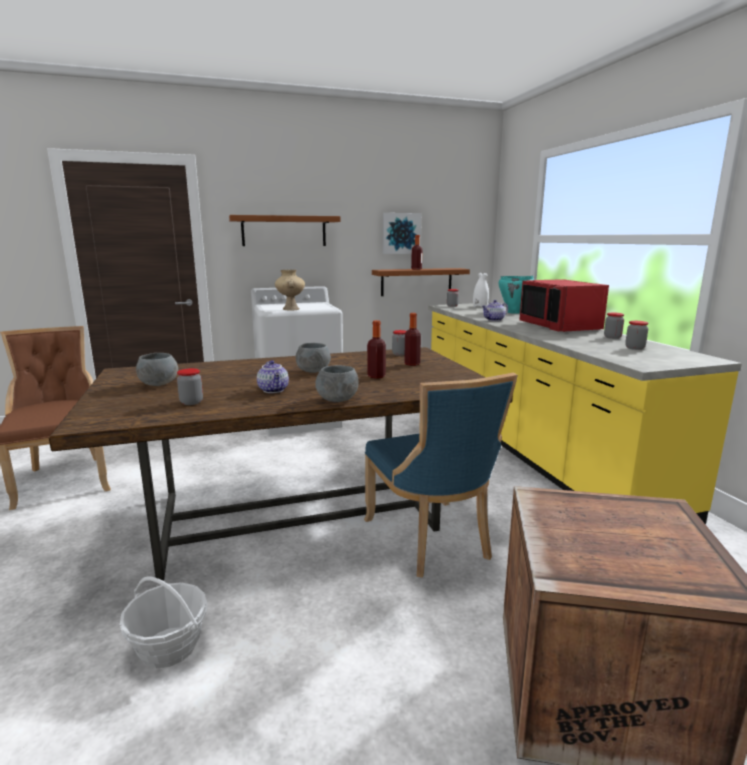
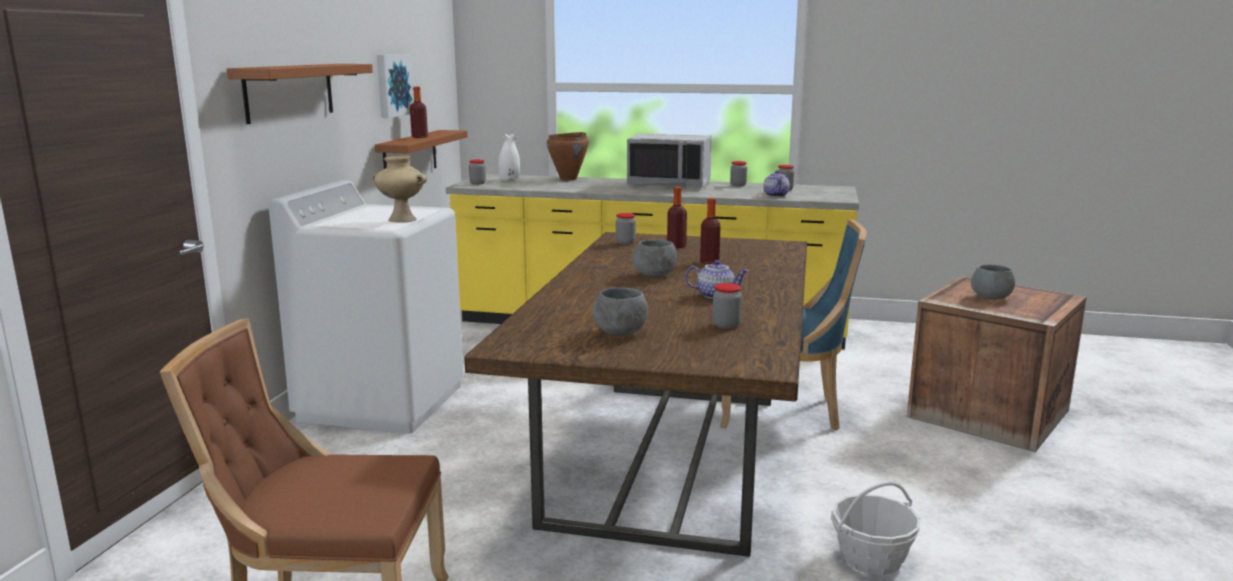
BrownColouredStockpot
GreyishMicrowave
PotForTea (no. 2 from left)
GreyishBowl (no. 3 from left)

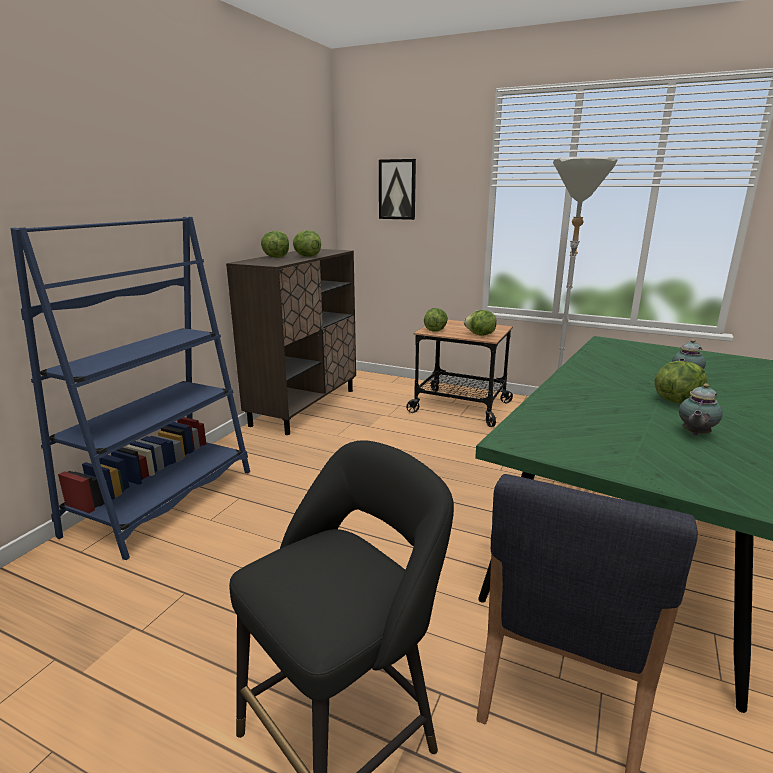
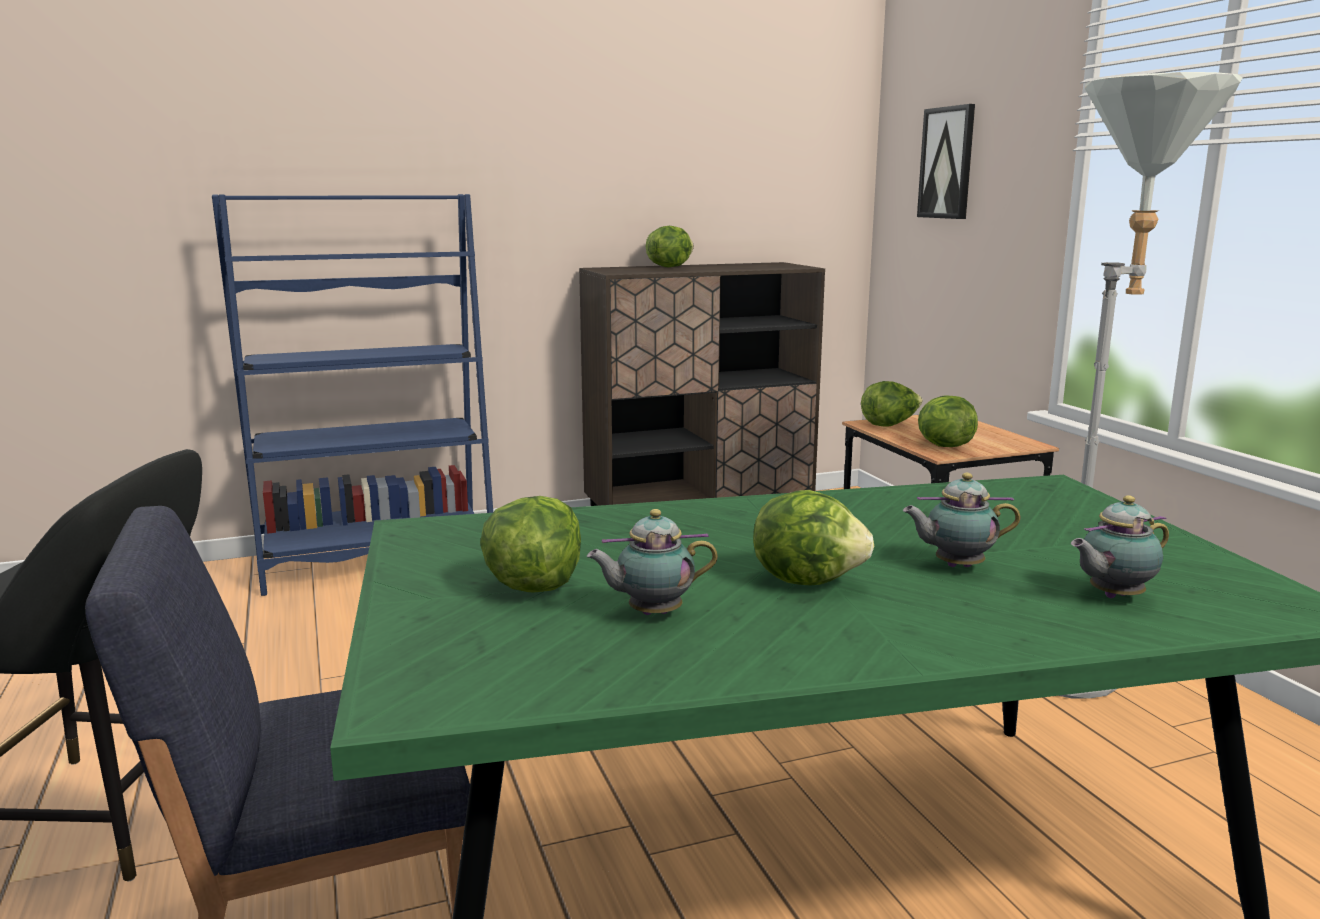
LettuceHead (no. 1 from left)
PotForTea (no. 3 from left)

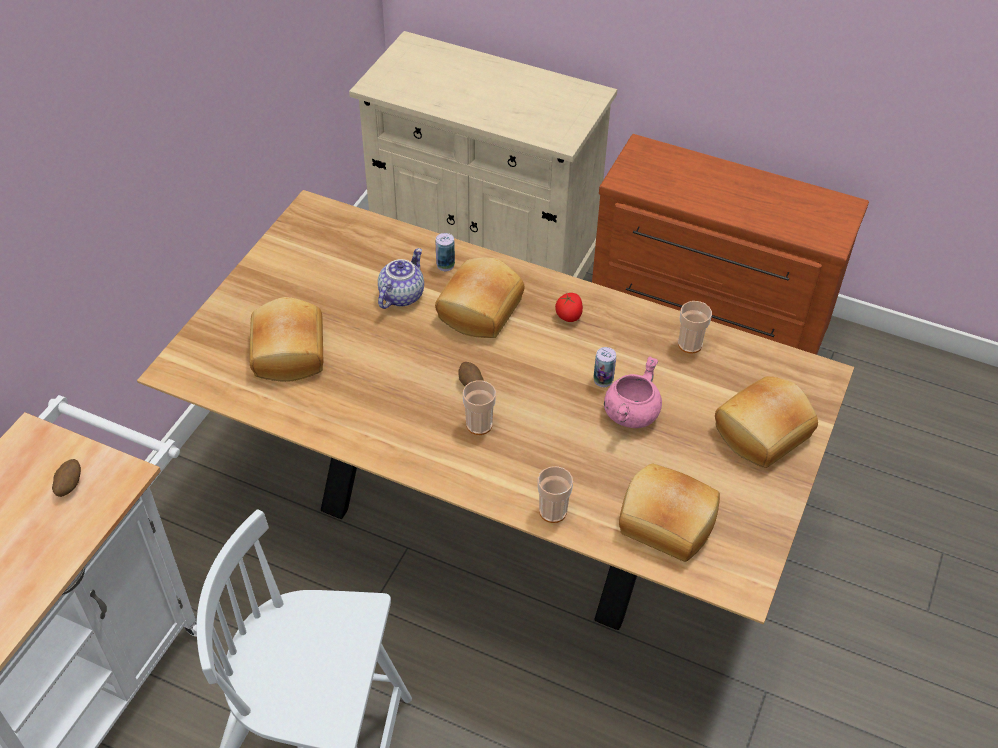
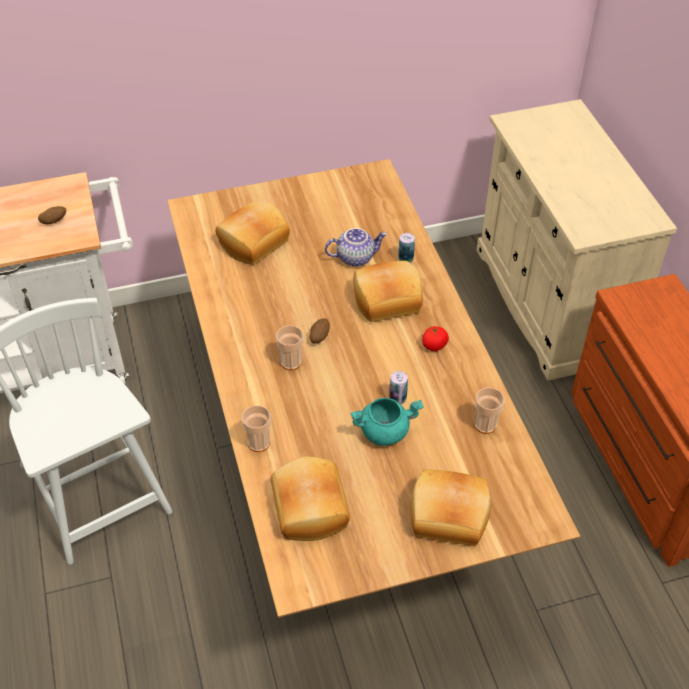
TurquoiseColouredStockpot

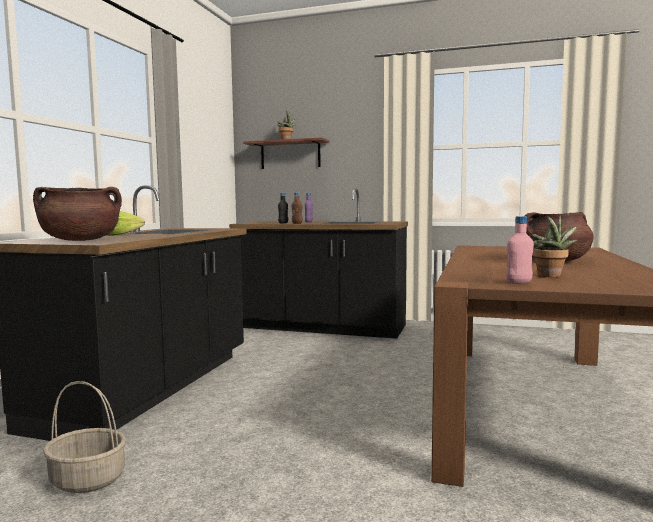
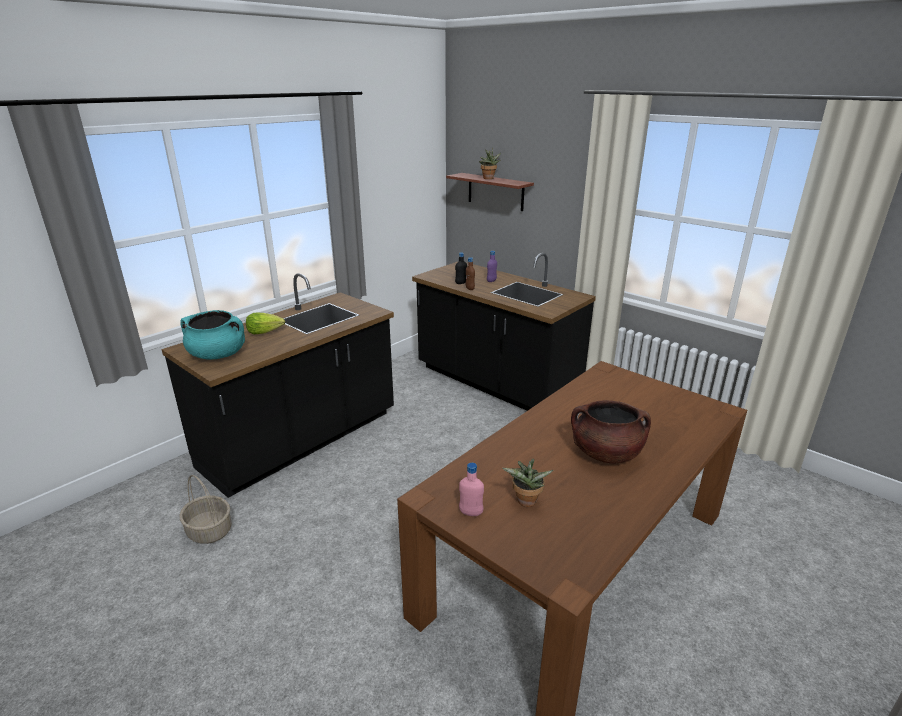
TurquoiseColouredStockpot

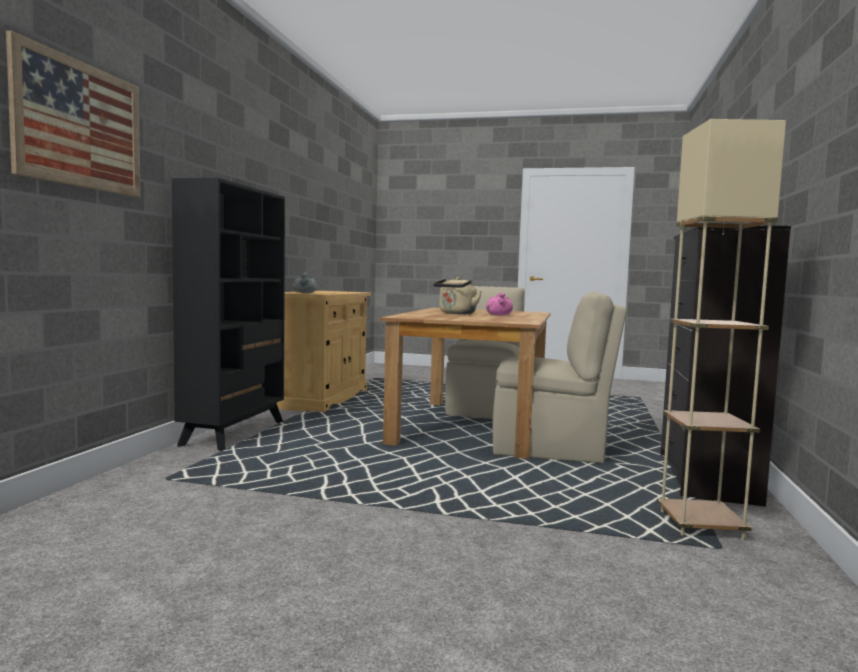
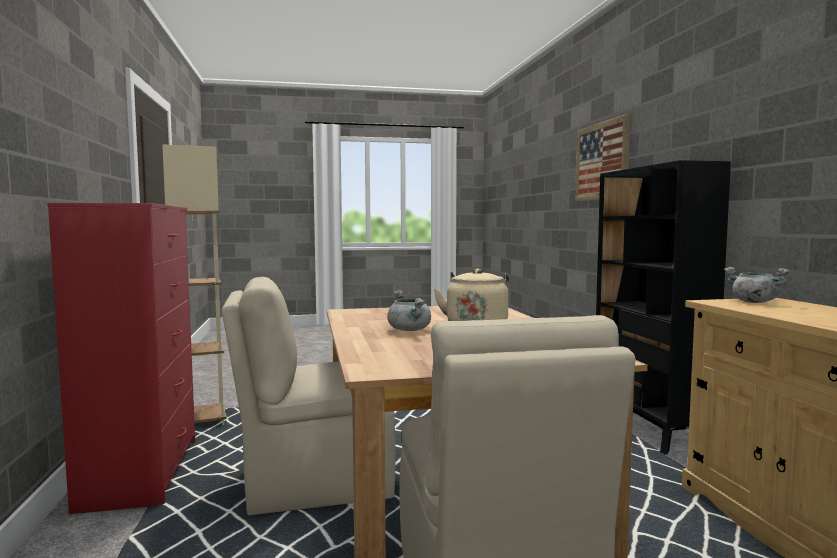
ReddishDrawerChest
GreyishStockpot (no. 1 from left)

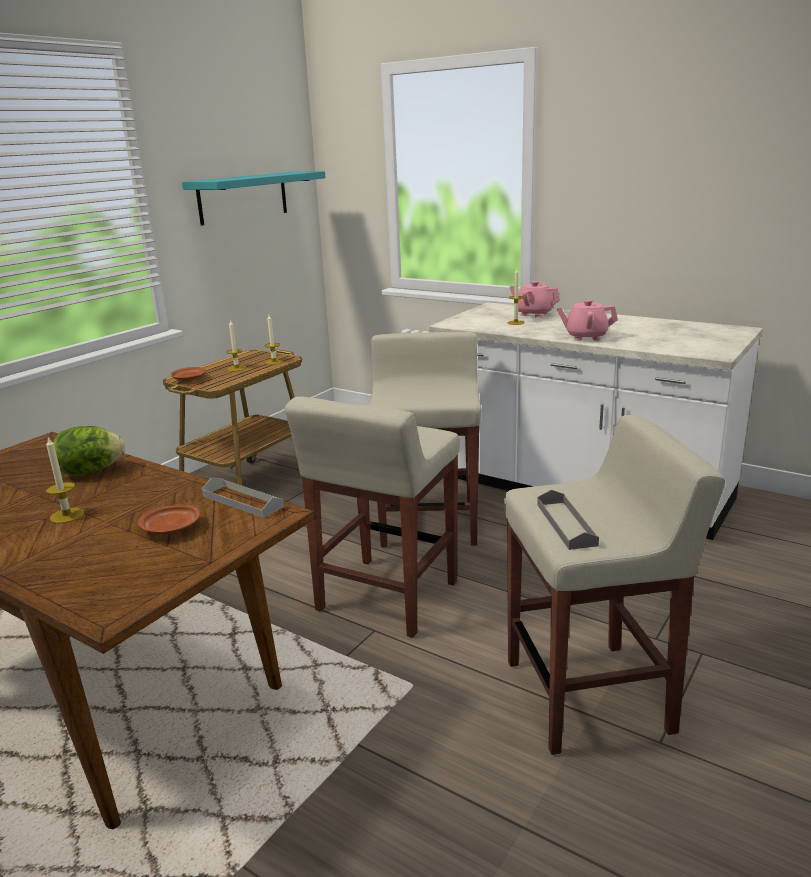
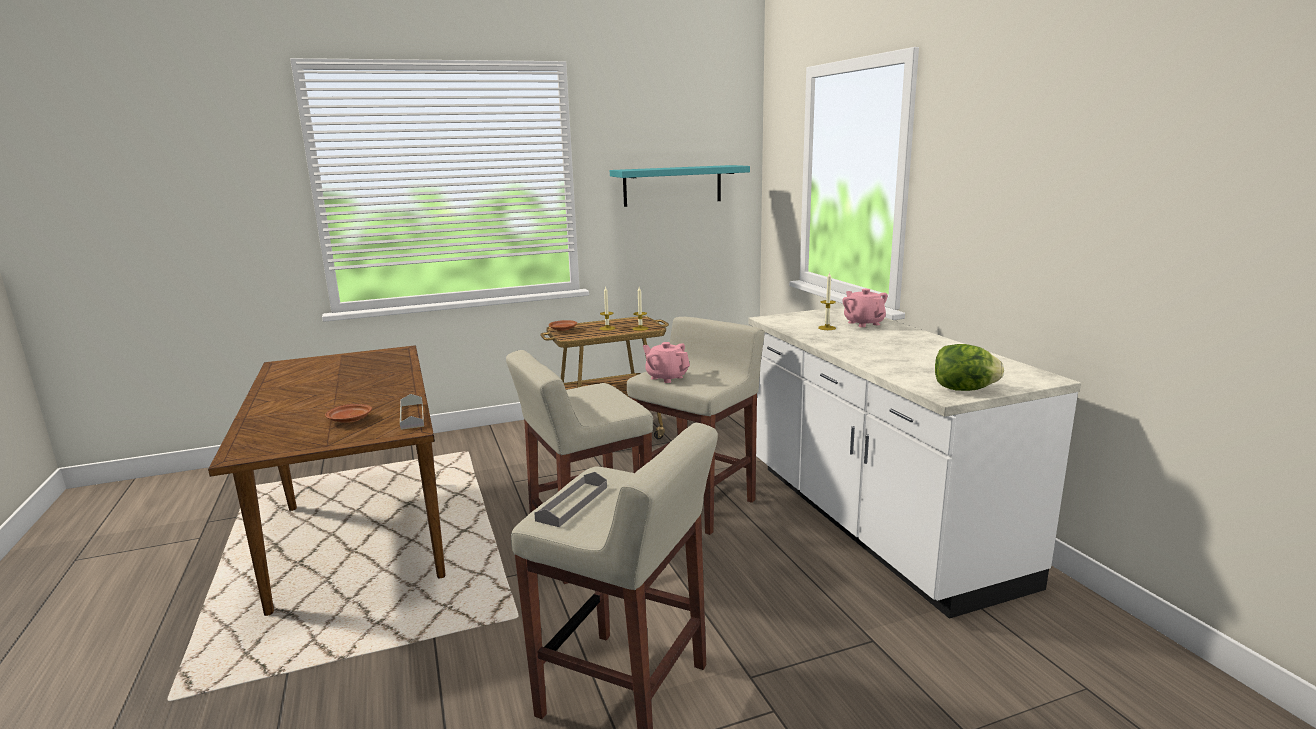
PinkPotForTea (no. 1 from left)
LettuceHead
WaxLight (no. 1 from left in the first image)

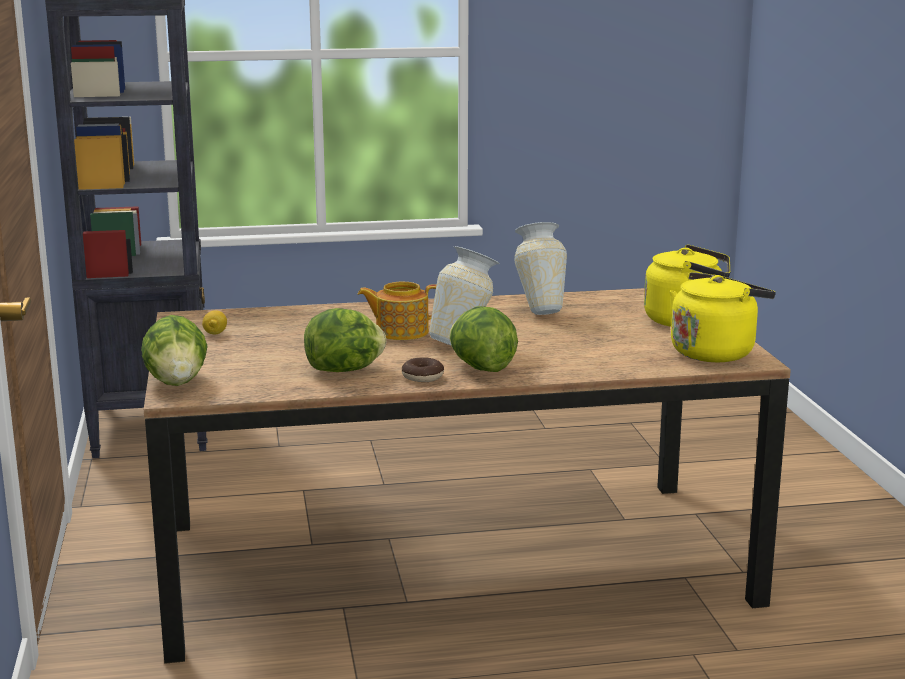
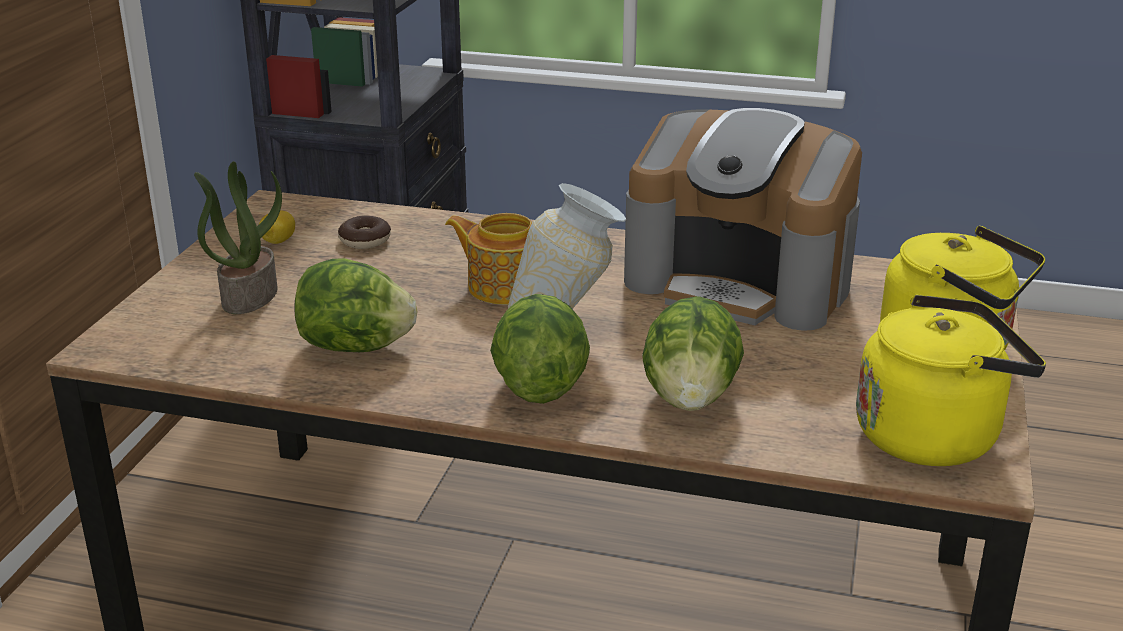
PottedPlant
Doughnut
CoffeeBrewer
LettuceHead (no. 3 from left)

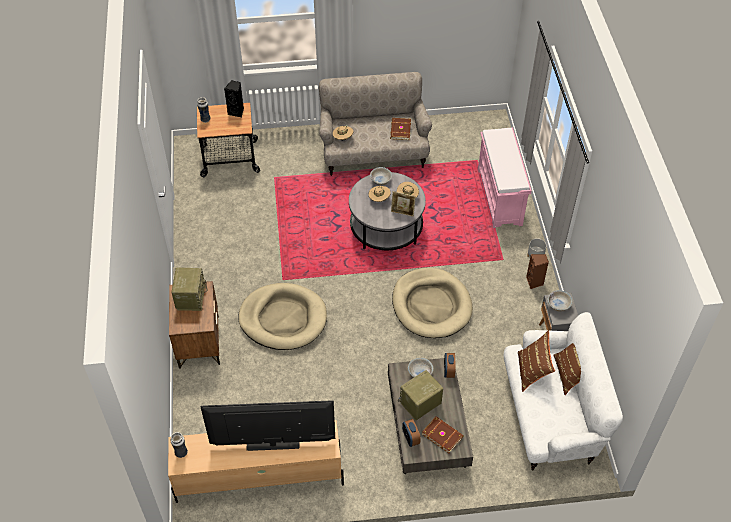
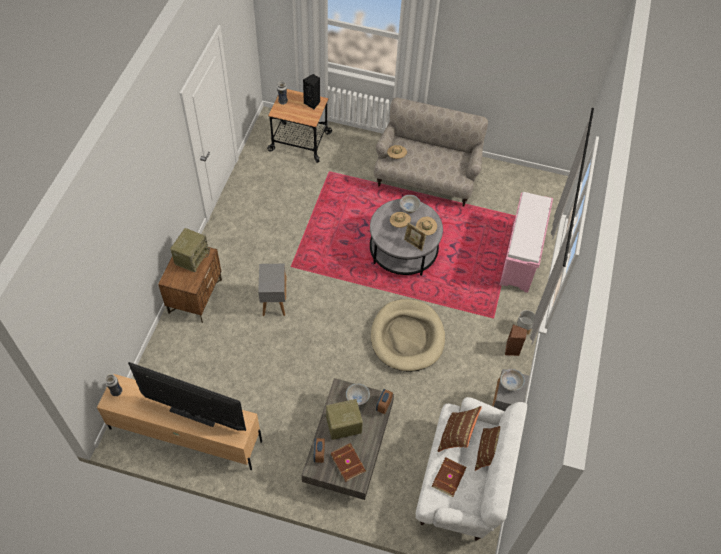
GreyishEndTable (no. 1 from left)
BrownColouredBoundBook (no. 2 from left)

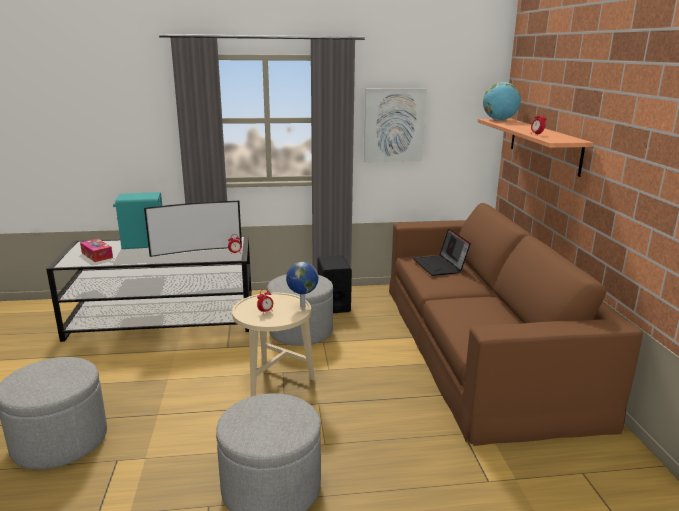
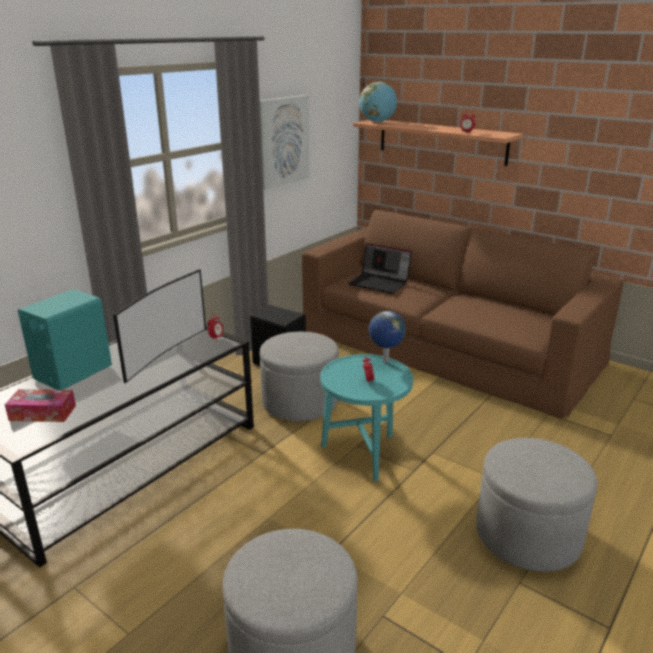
TurquoiseColouredEndTable

